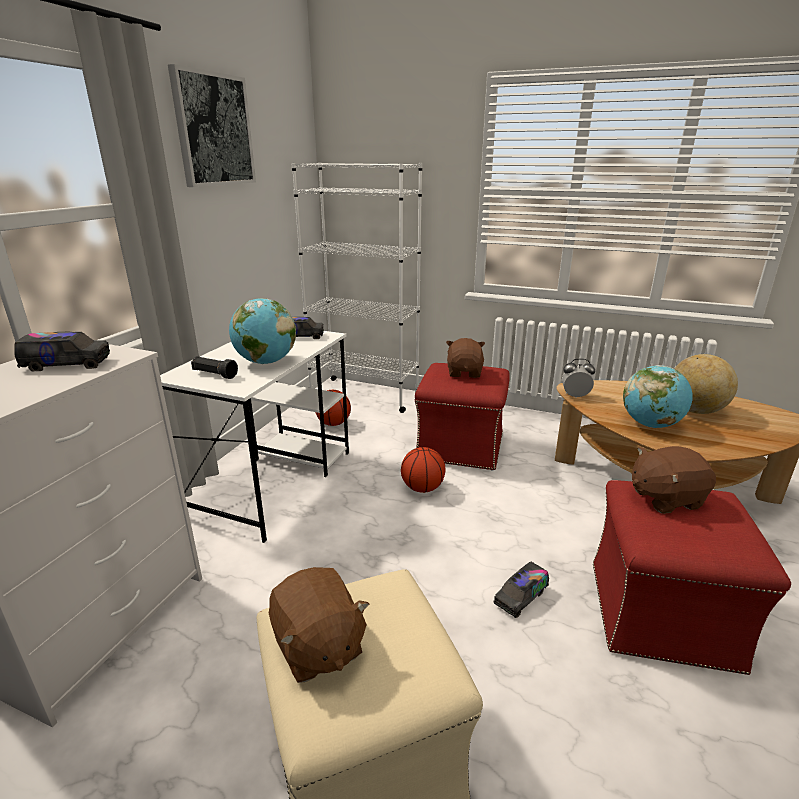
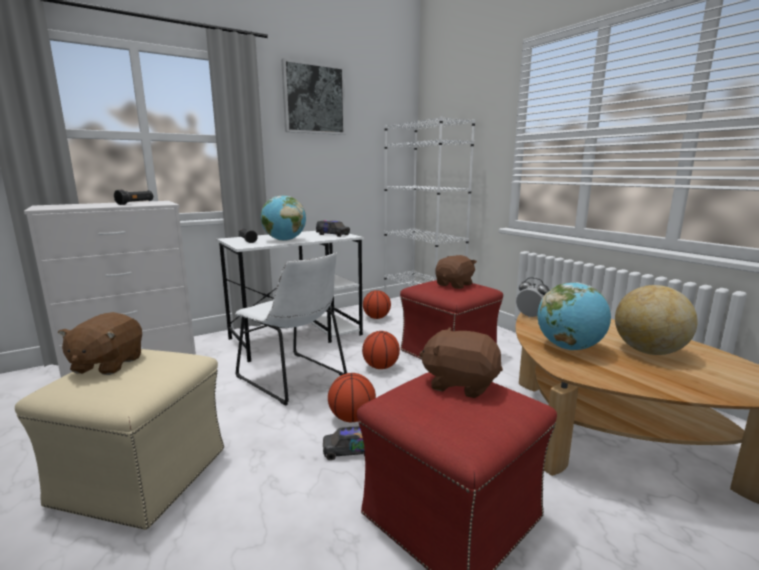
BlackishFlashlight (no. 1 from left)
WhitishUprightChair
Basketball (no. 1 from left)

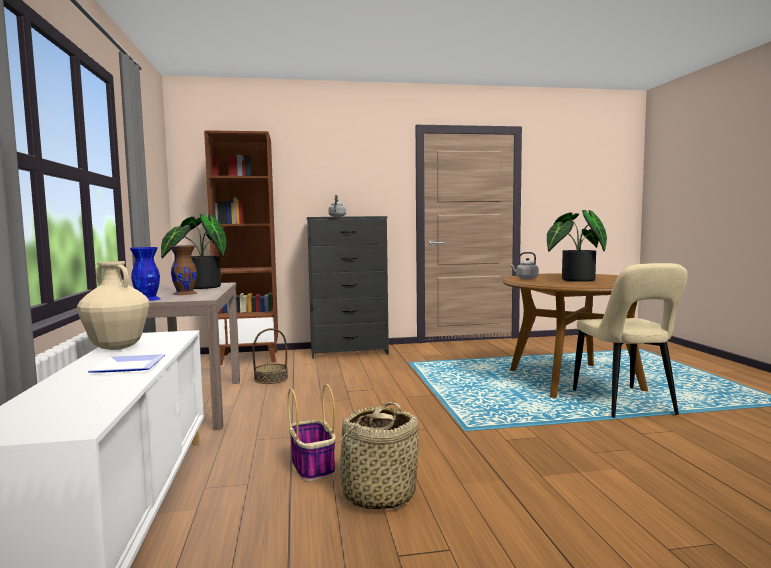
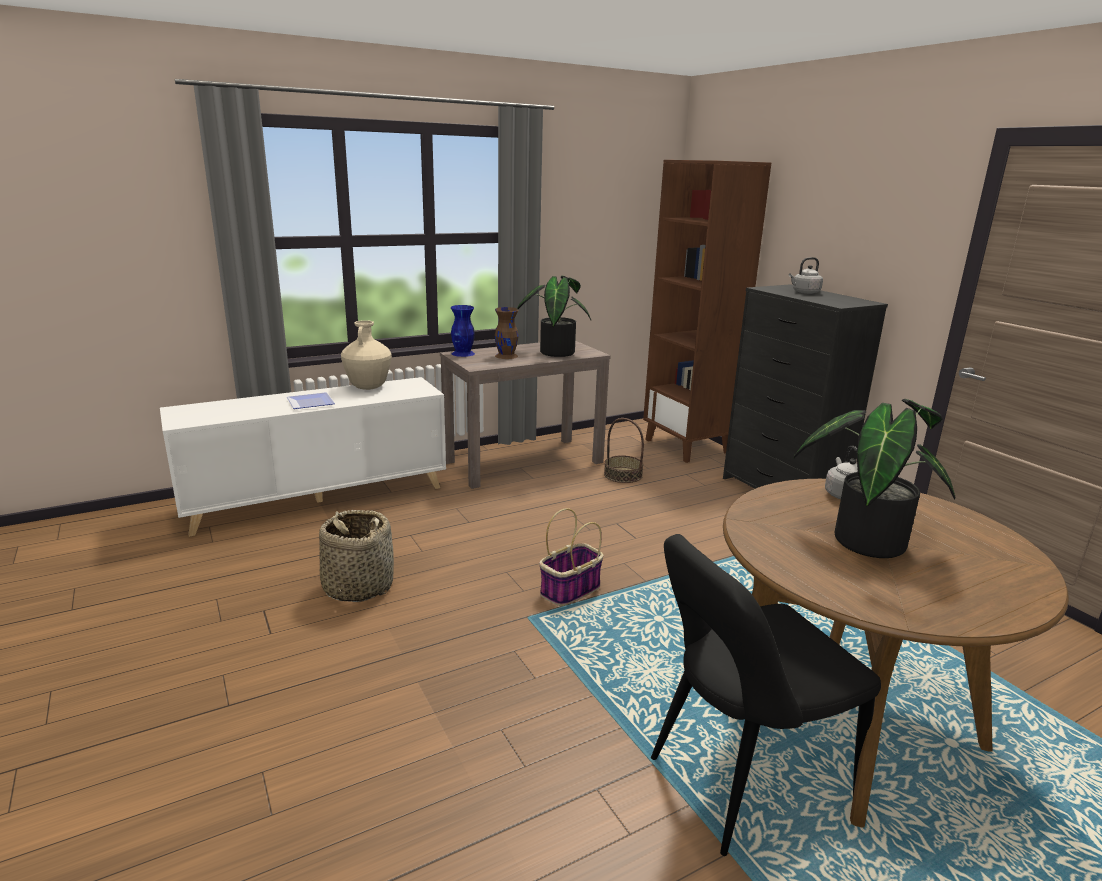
StorageBasket (no. 2 from left)
BlackishUprightChair

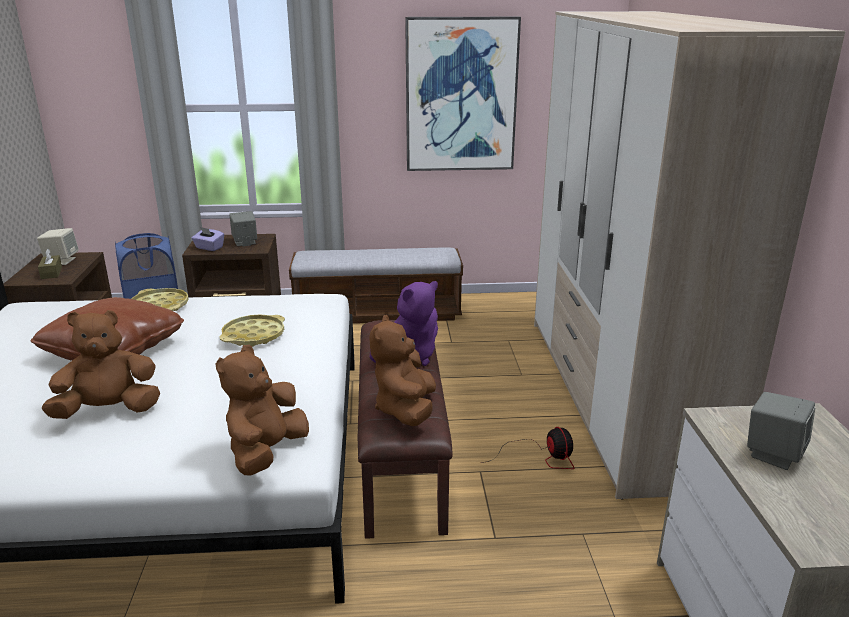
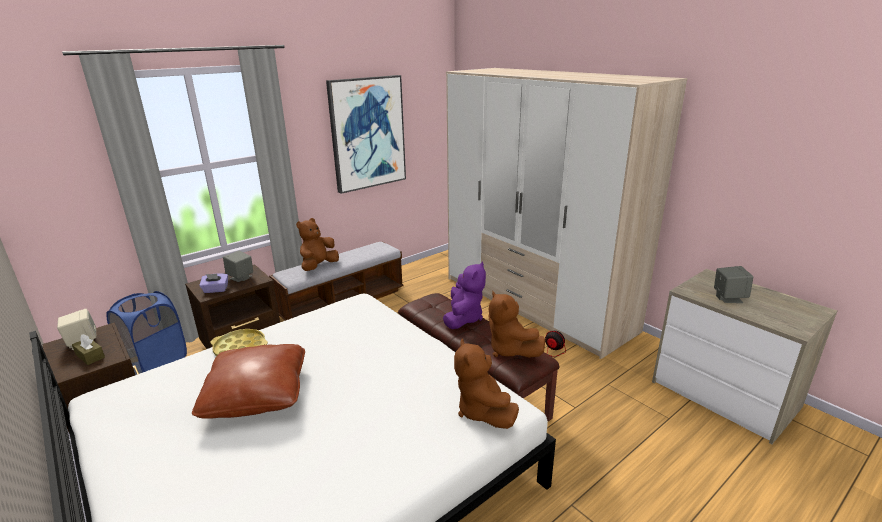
BrownColouredSoftToy (no. 1 from left)
YellowColouredCarryingTray (no. 2 from left in the first image)

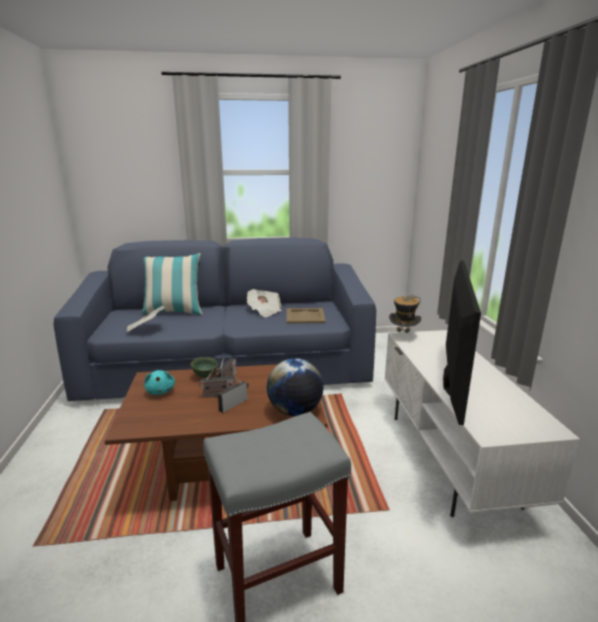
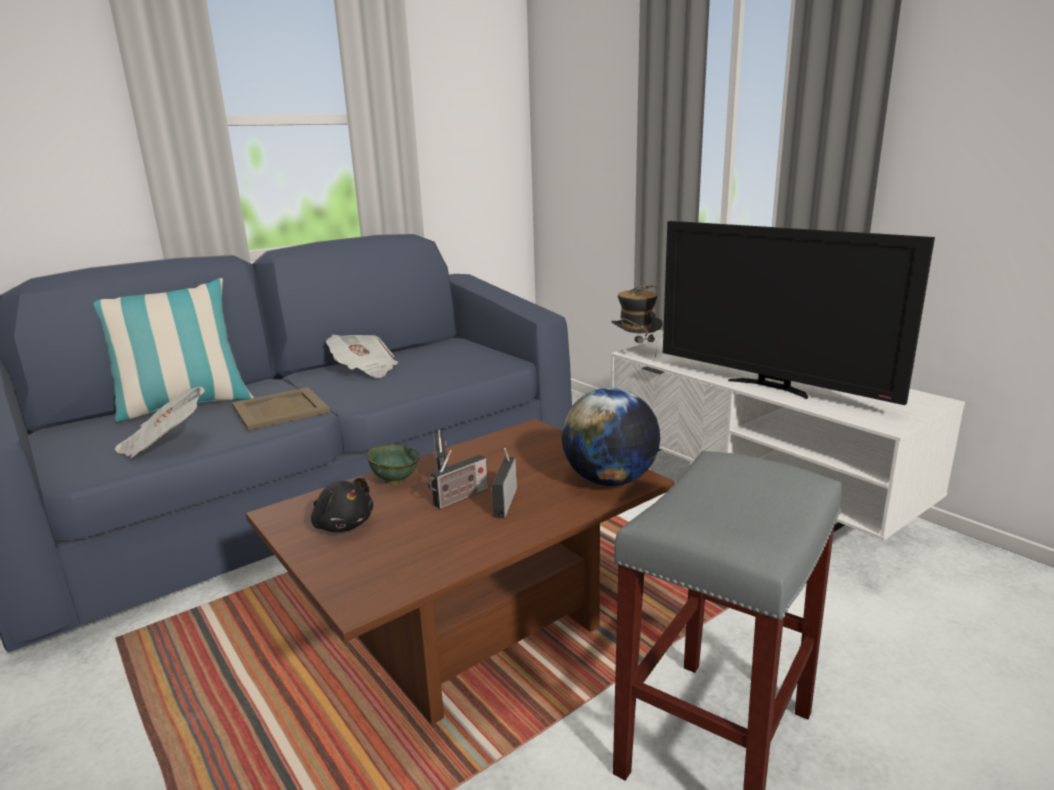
BeigeCarryingTray
BlackishSoftToy
Tv

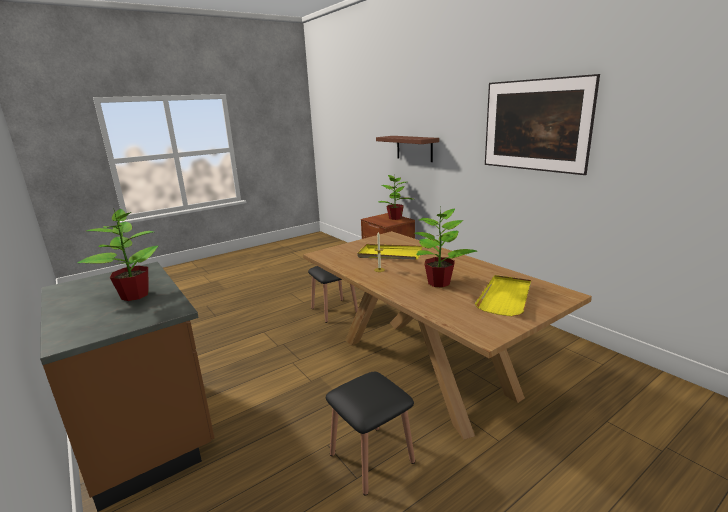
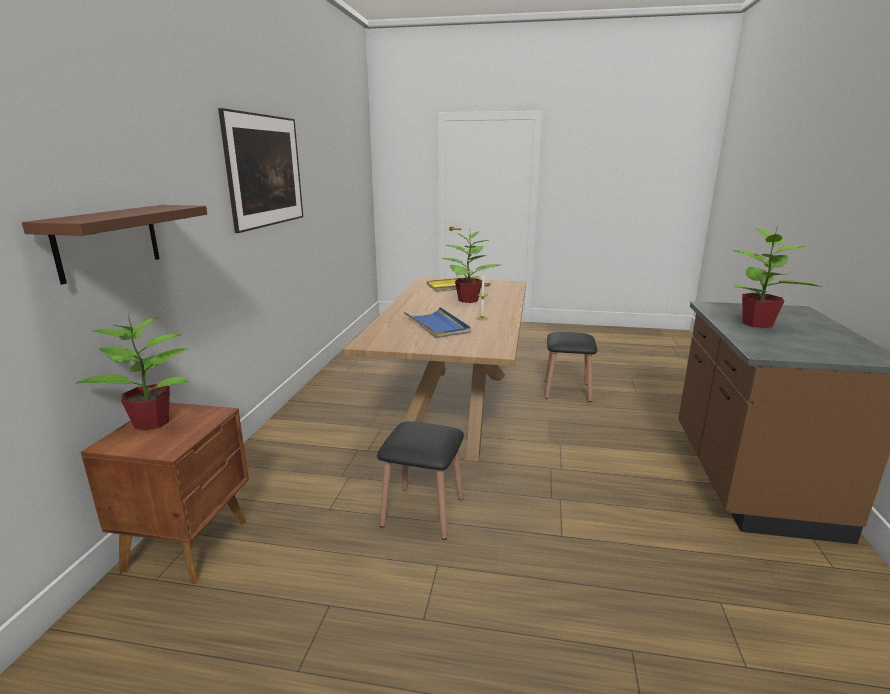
BlueCarryingTray

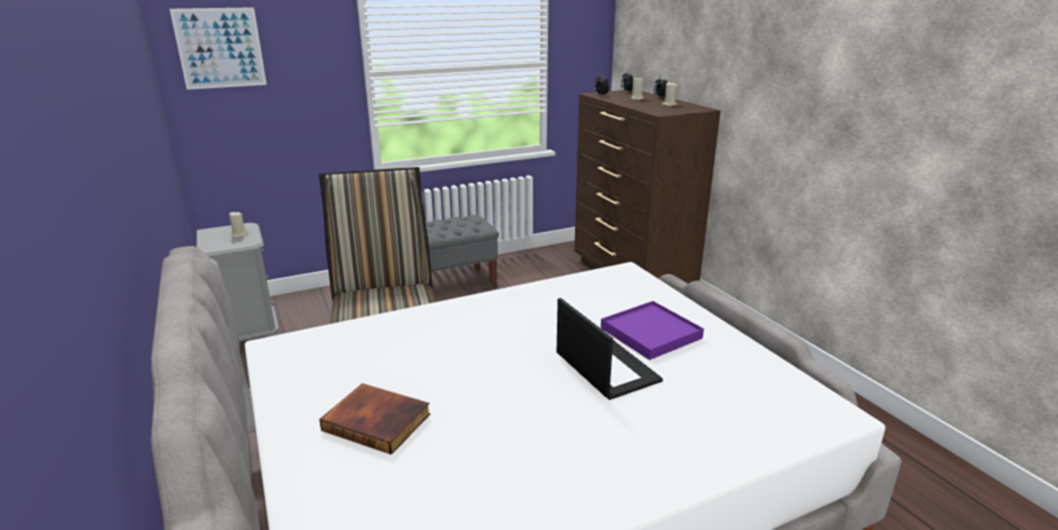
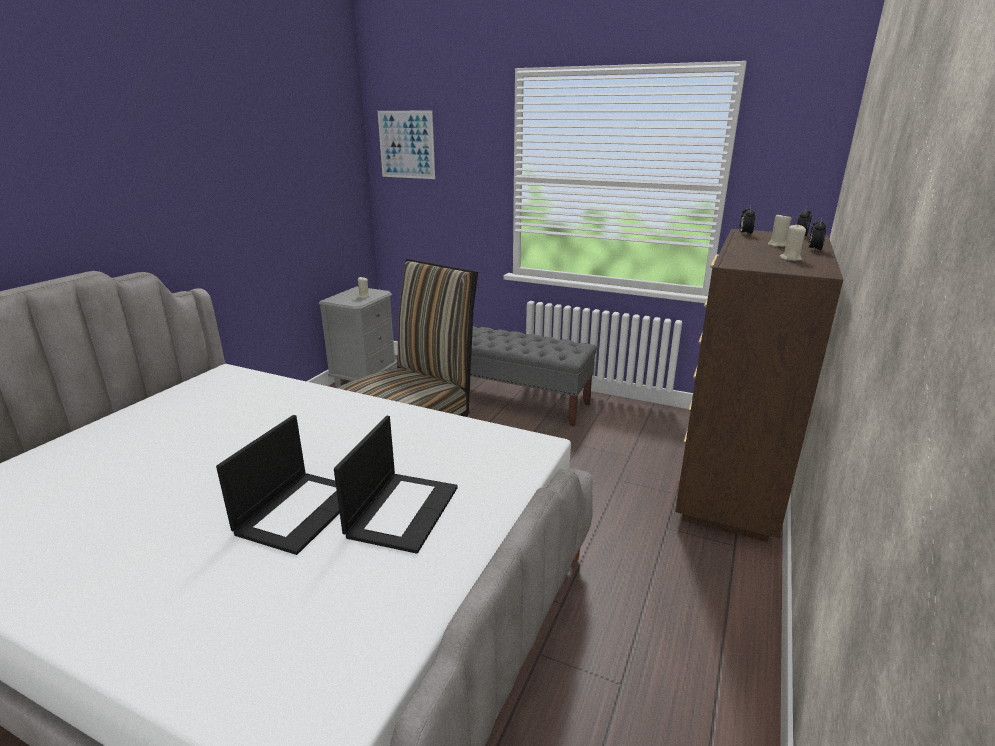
PortableComputer (no. 2 from left)
BoundBook

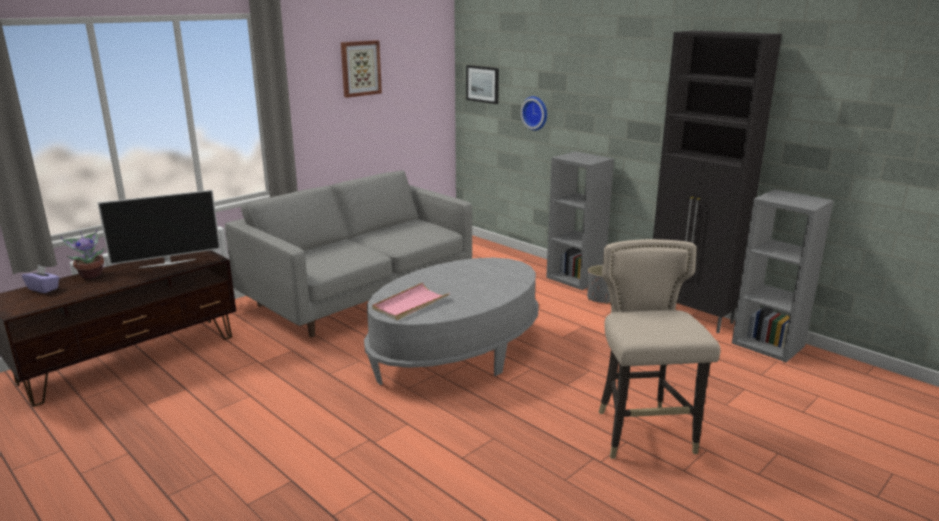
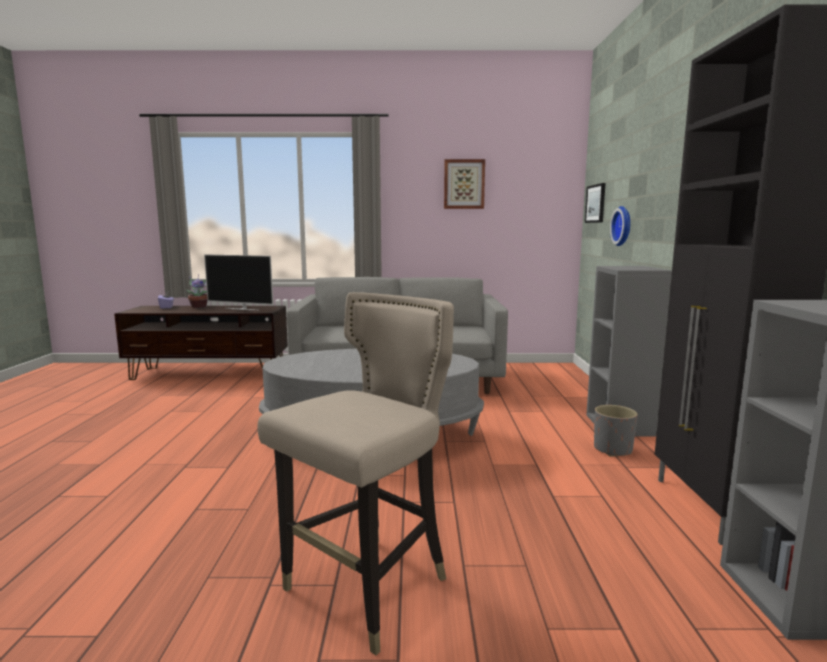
PinkCarryingTray

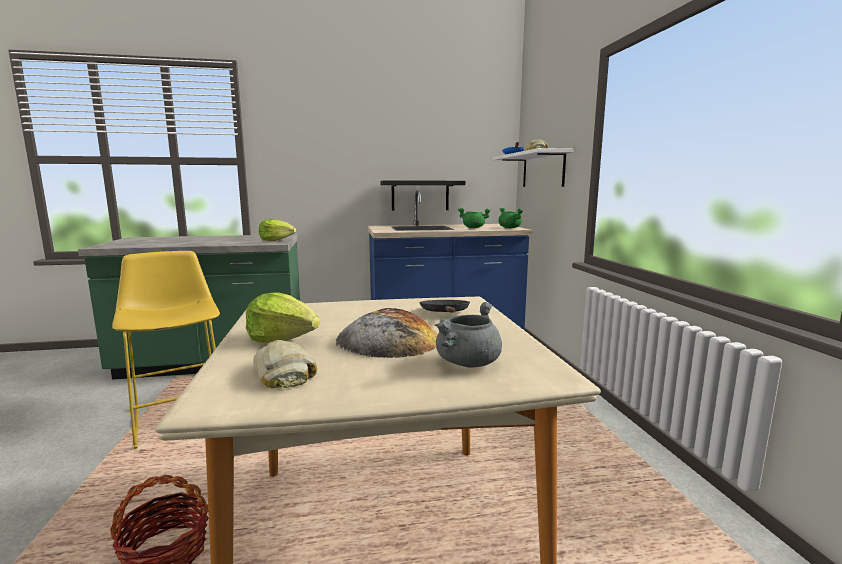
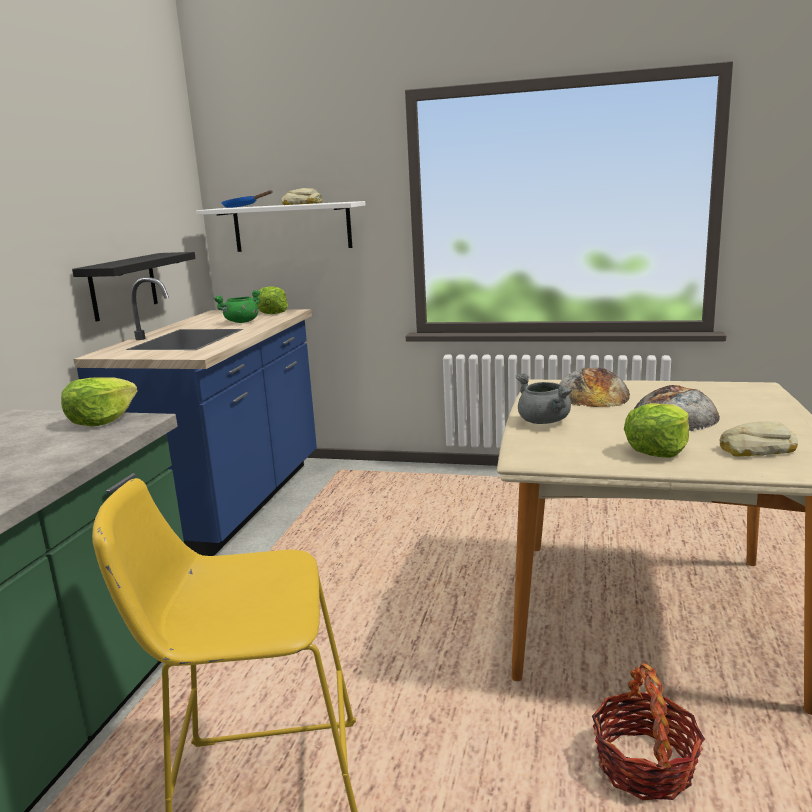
LettuceHead (no. 2 from left)
GreyishStockpot
BakedBread (no. 2 from left)

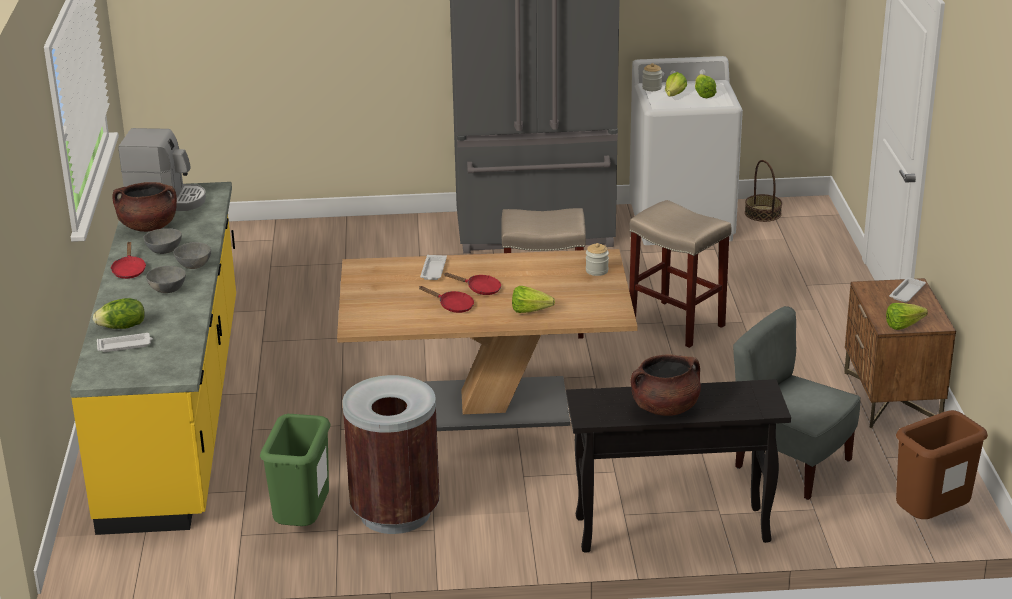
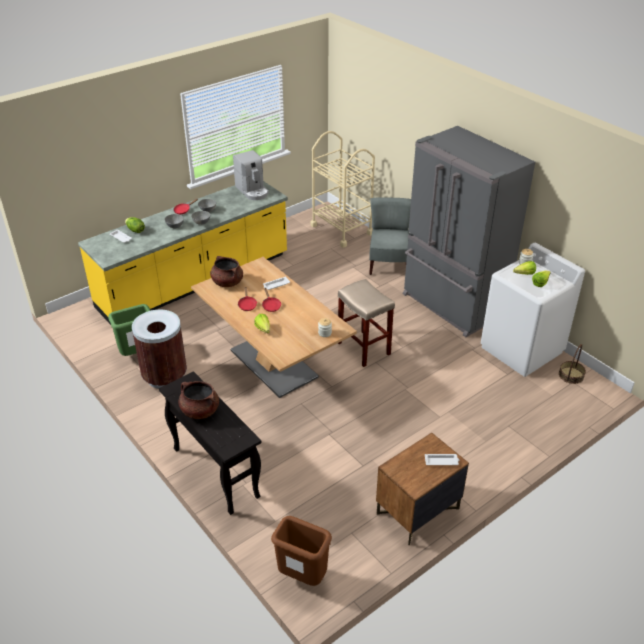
BrownColouredStockpot (no. 2 from left)
BeigeTrolley
GreyishUprightChair
BeigeStoolSeat (no. 2 from left in the first image)
LettuceHead (no. 5 from left in the first image)

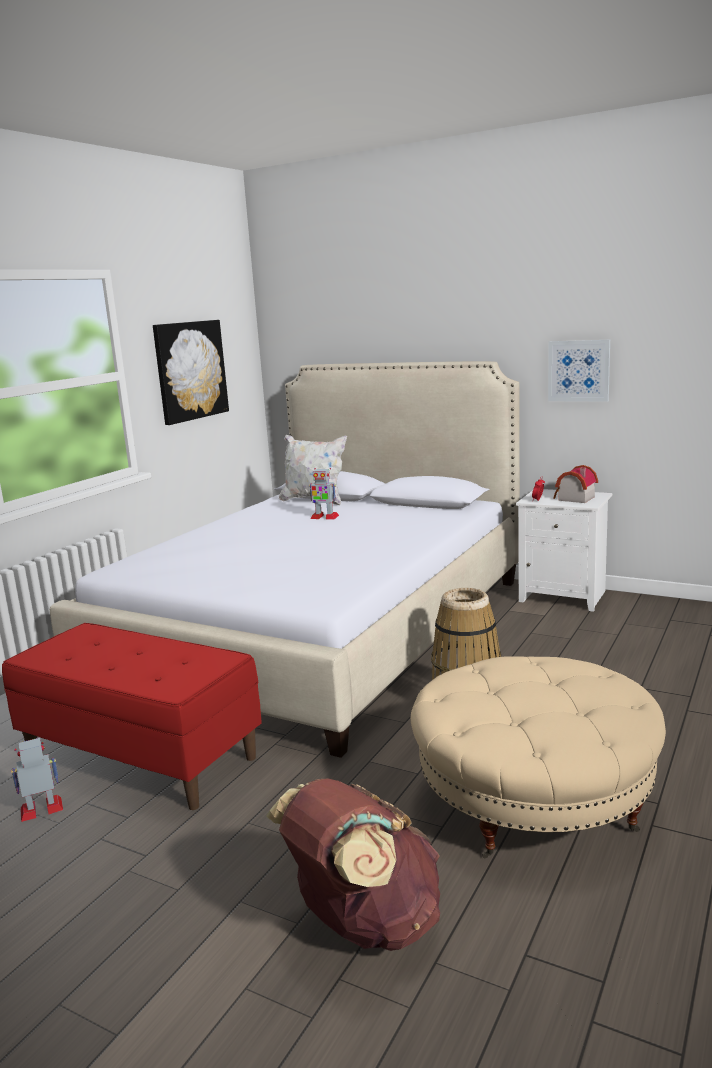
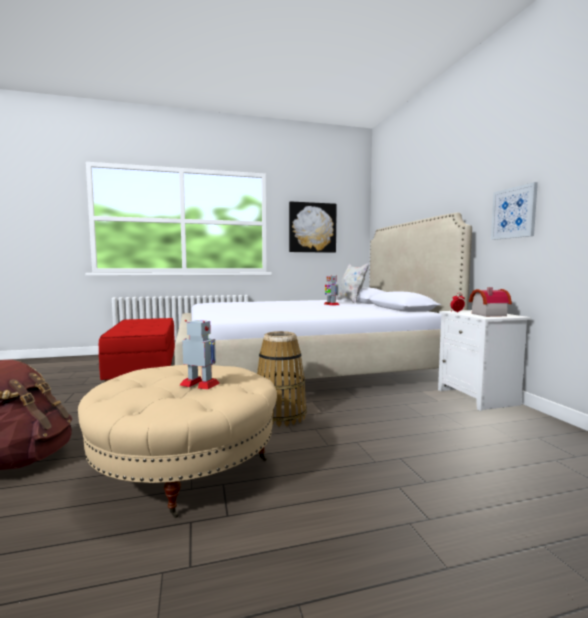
ModelRobot (no. 1 from left)

